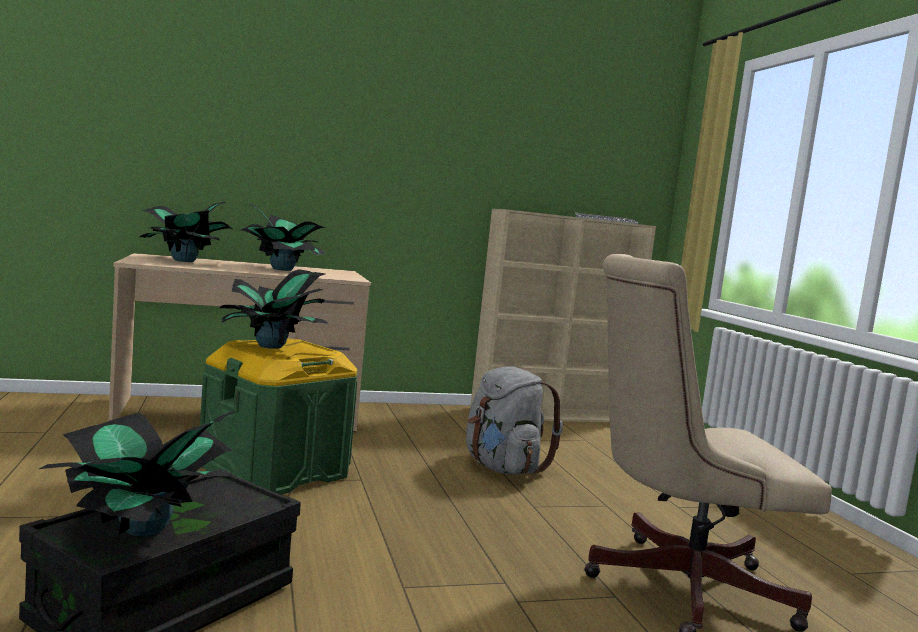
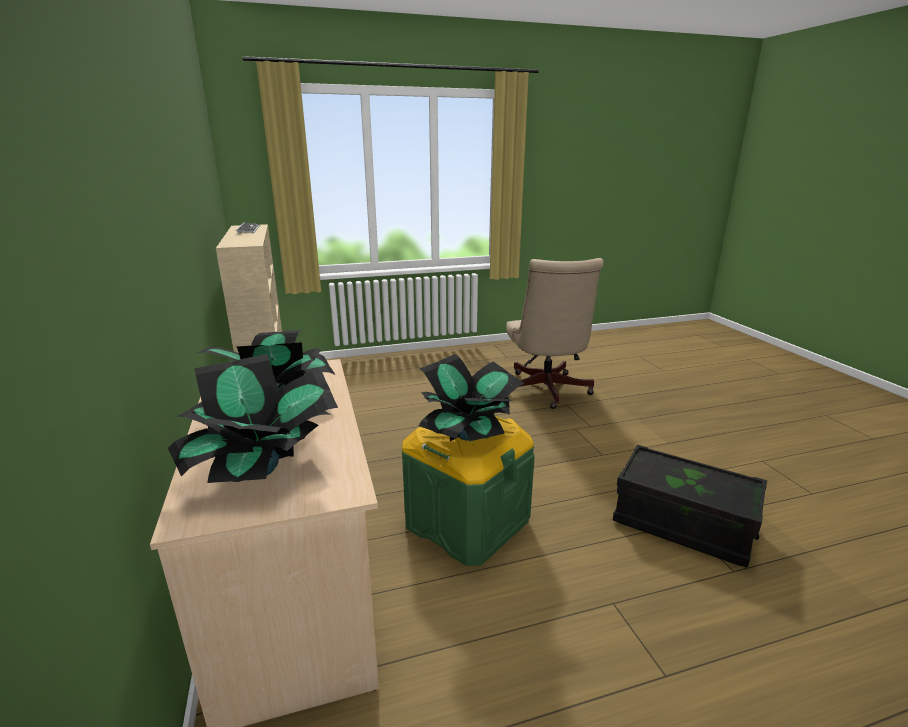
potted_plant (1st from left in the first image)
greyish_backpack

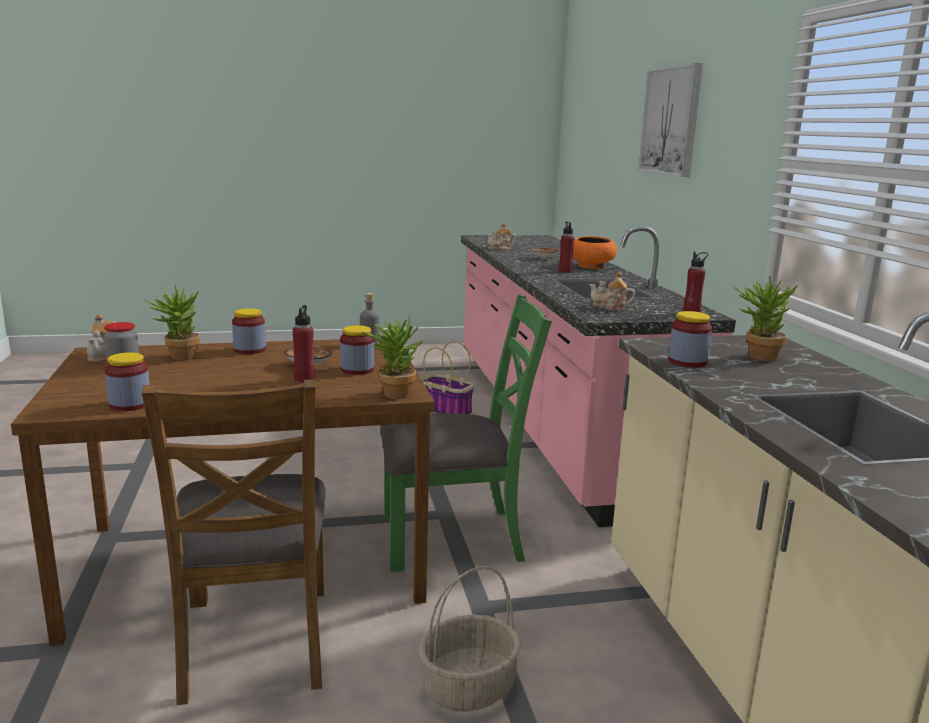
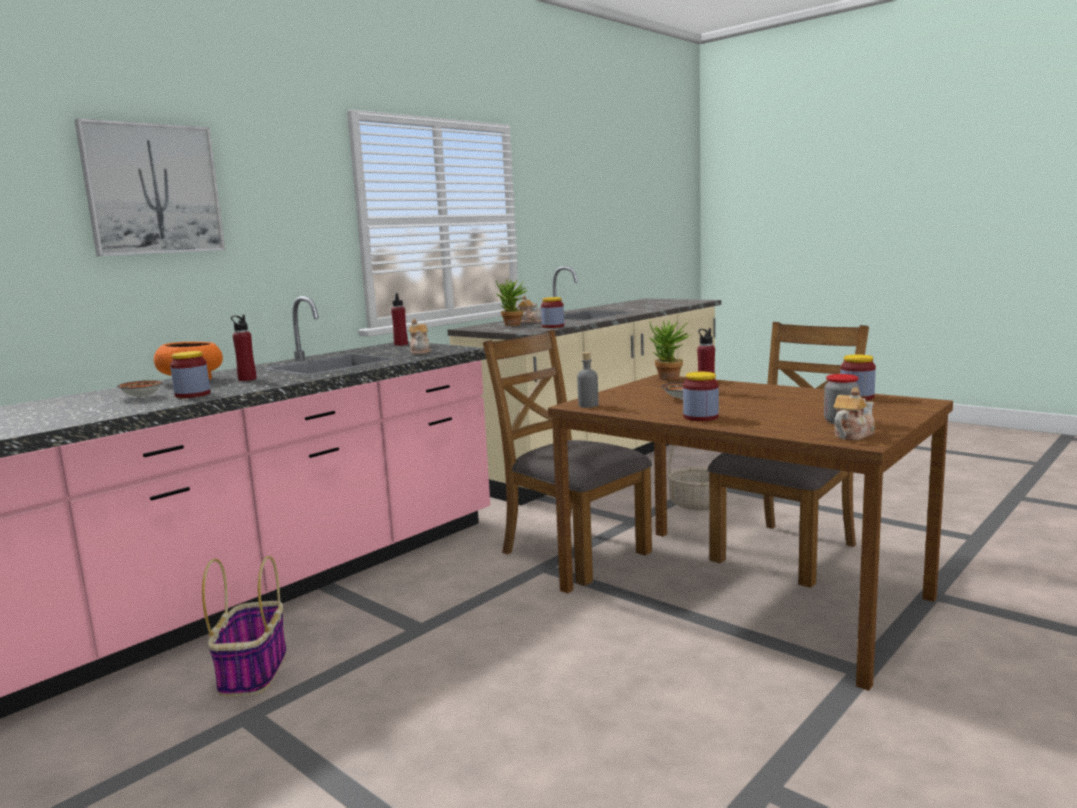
potted_plant (1st from left in the first image)
storage_jar (1st from left)
brownish_upright_chair (1st from left)
tea_pot (2nd from left)

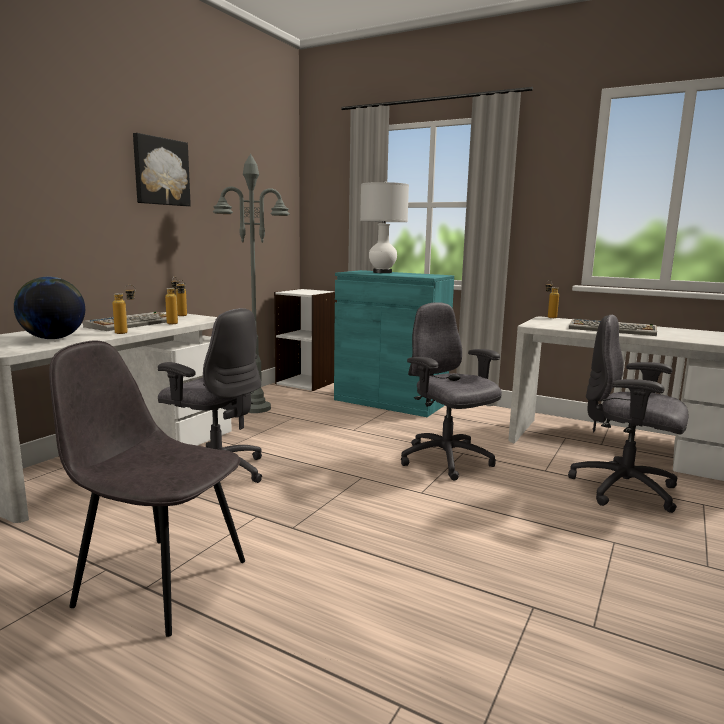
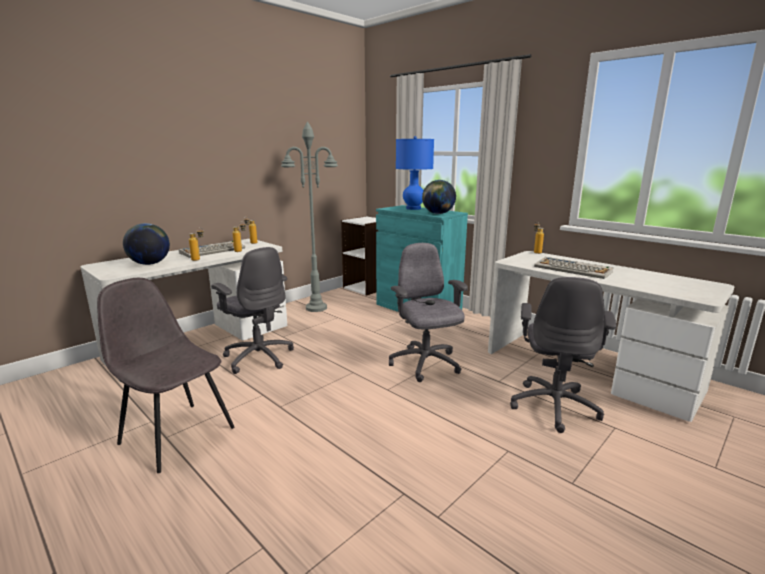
picture
bluish_tabletop_lamp
greyish_desk_chair (3rd from left)
globe (2nd from left)

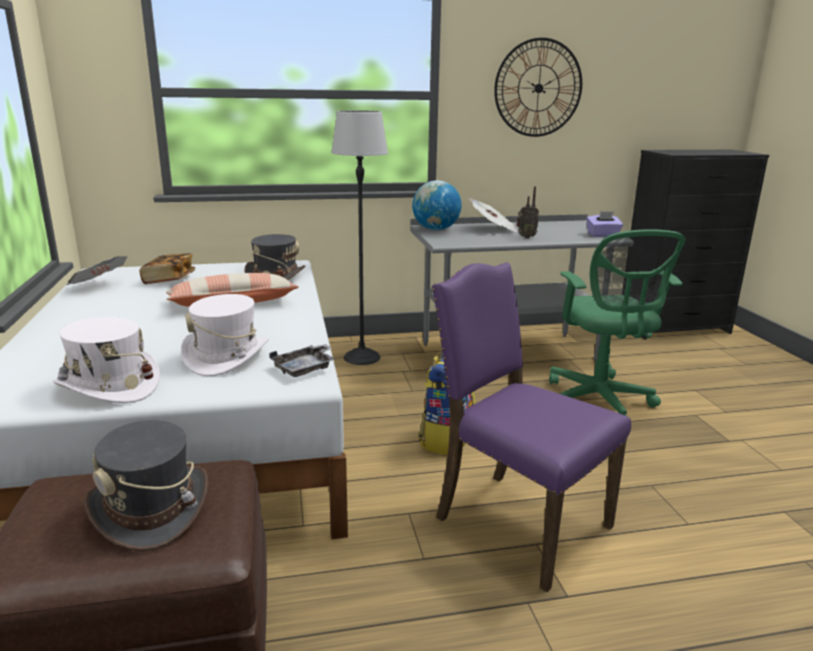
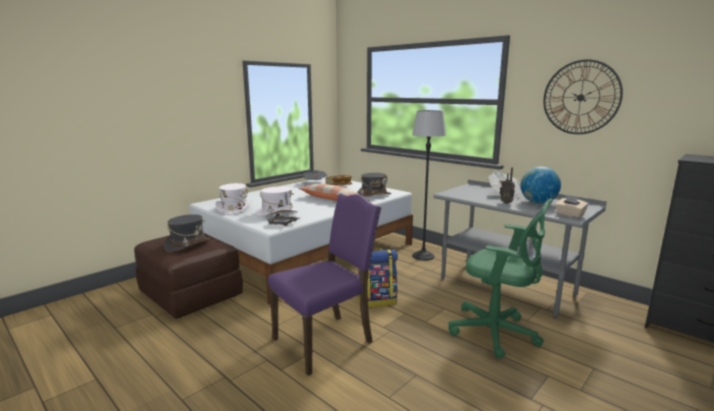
globe
purple-coloured_upright_chair
greenish_desk_chair
sand-coloured_tissue_holder

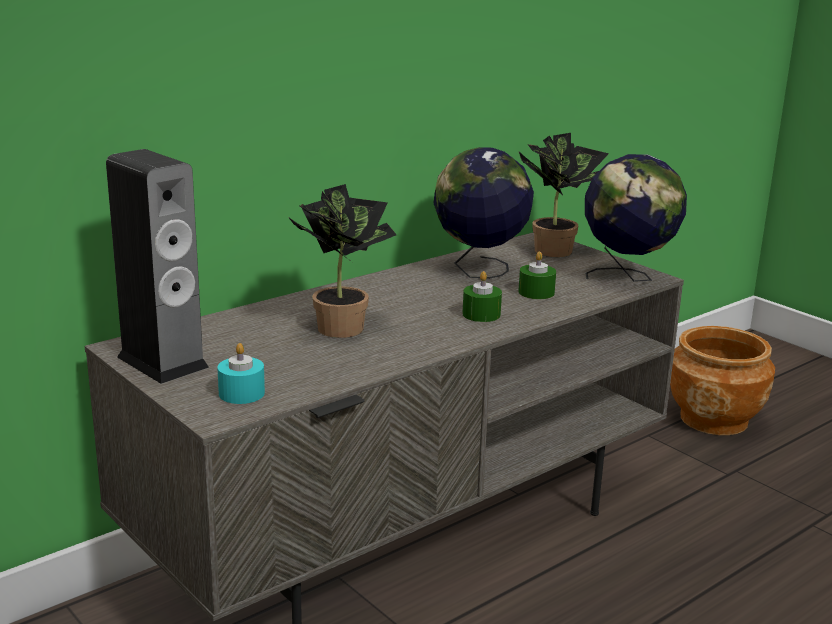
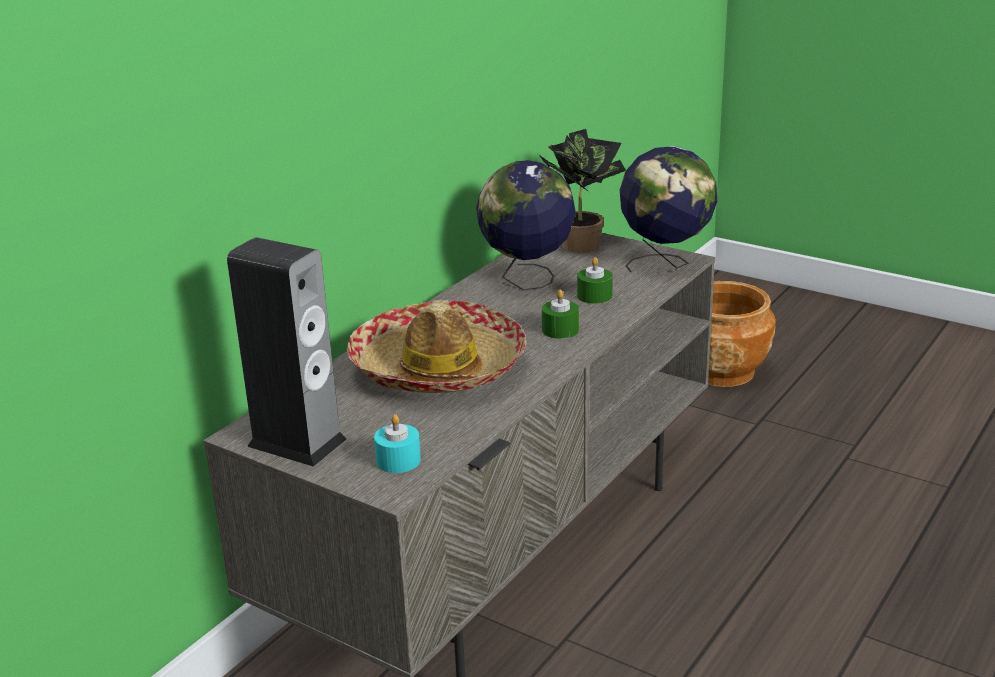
clothing_hat

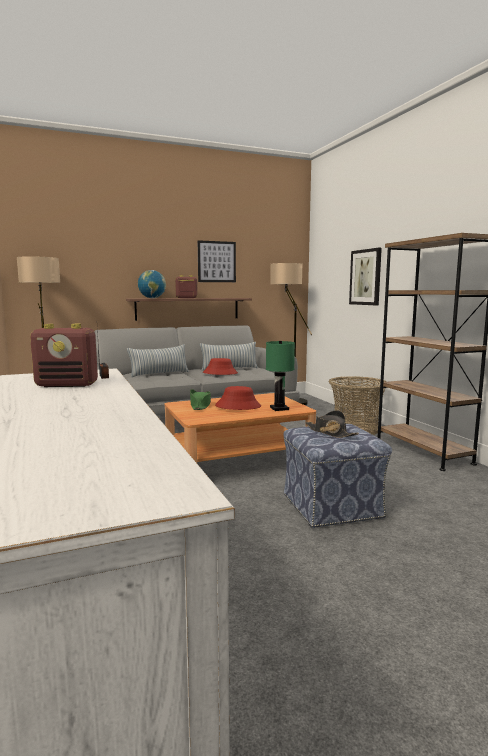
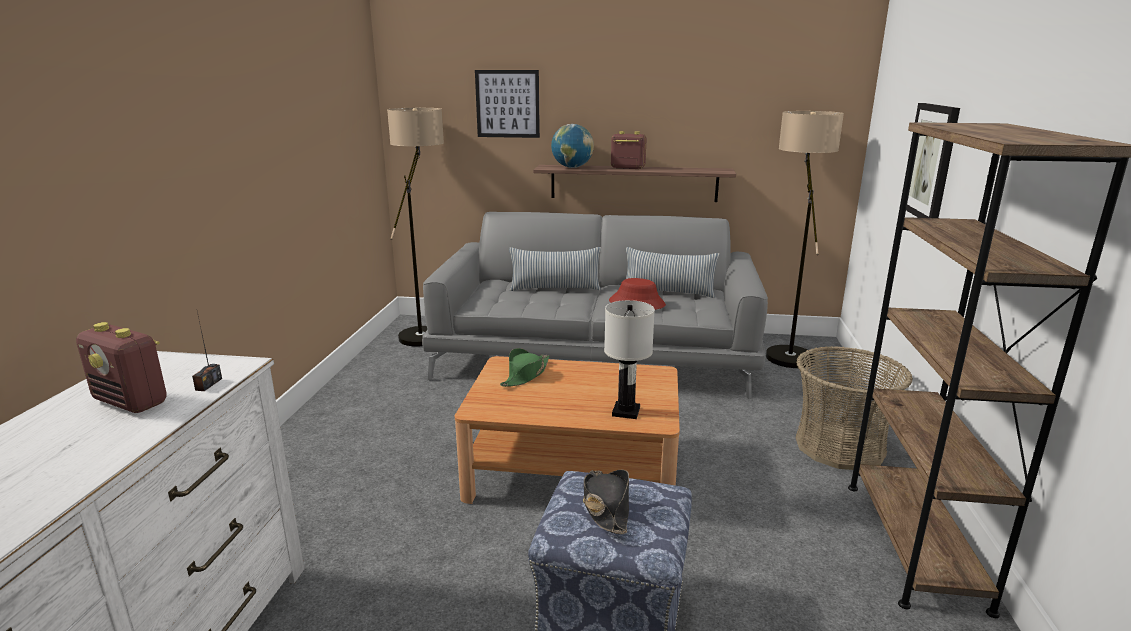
picture (1st from left)
reddish_clothing_hat (2nd from left in the first image)
white-coloured_tabletop_lamp

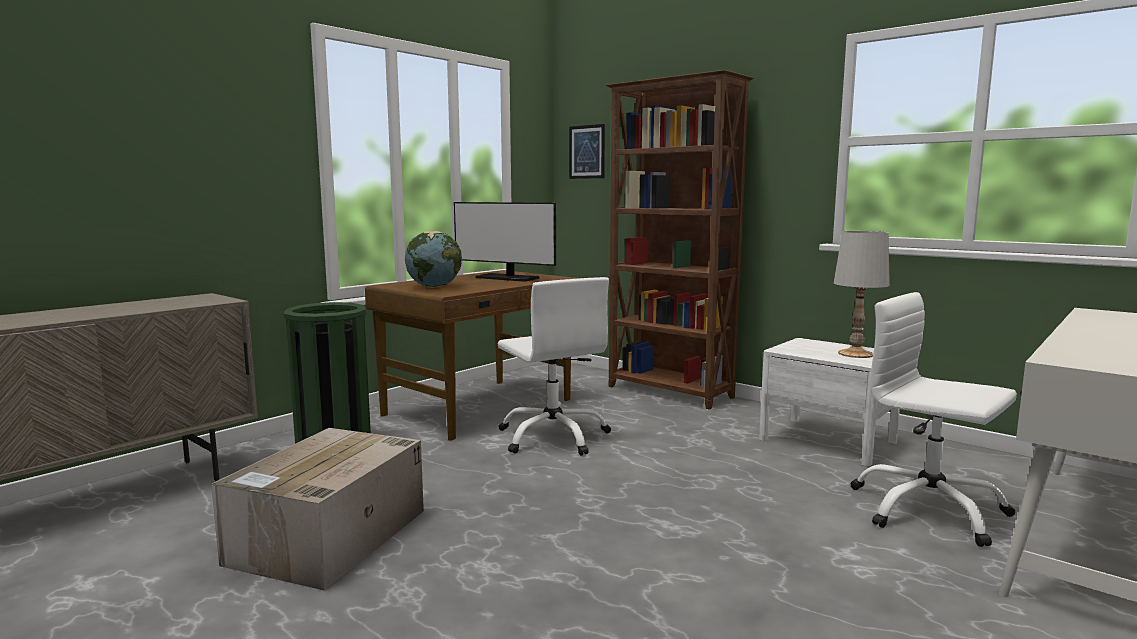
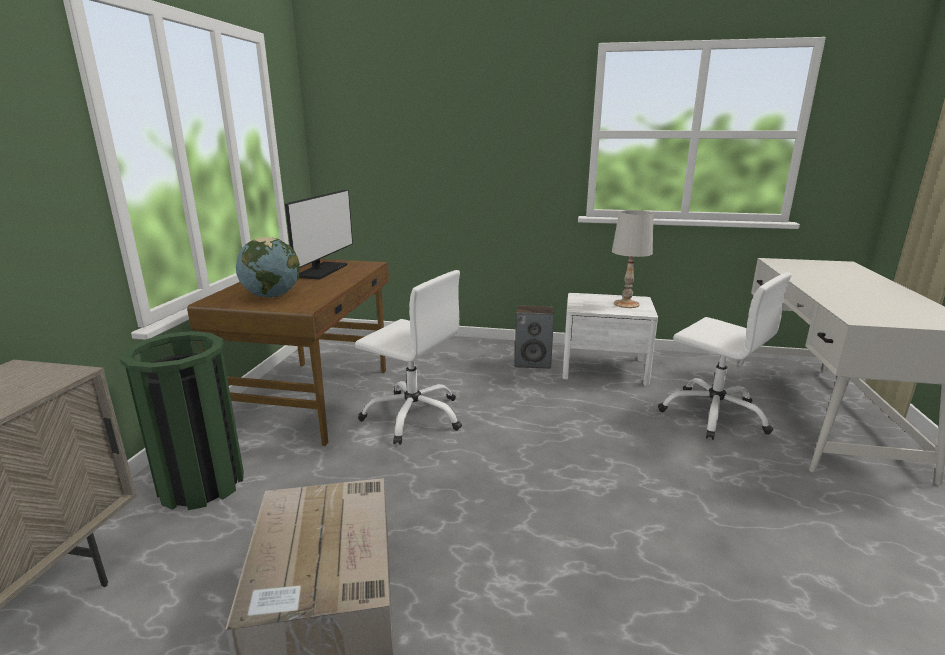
computer_display
picture
brownish_shelving_unit
white-coloured_desk_chair (2nd from left)
speaker

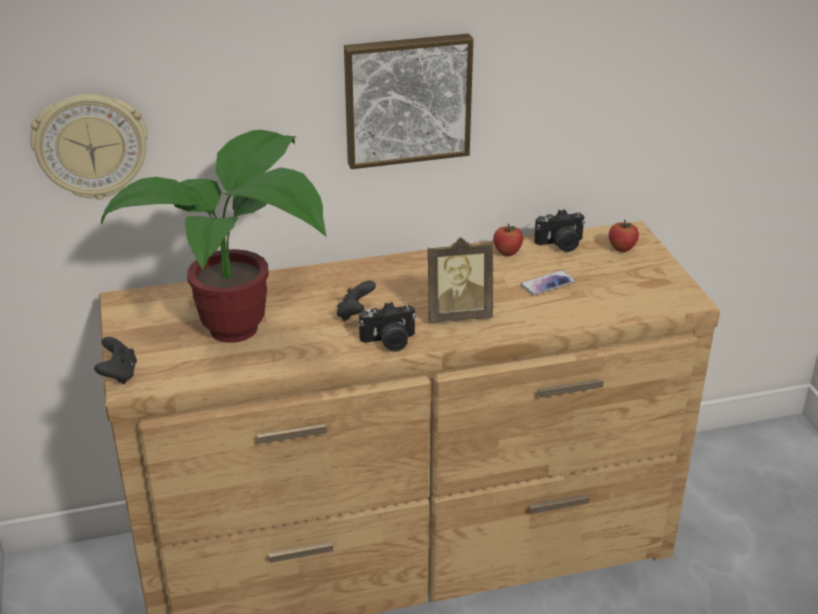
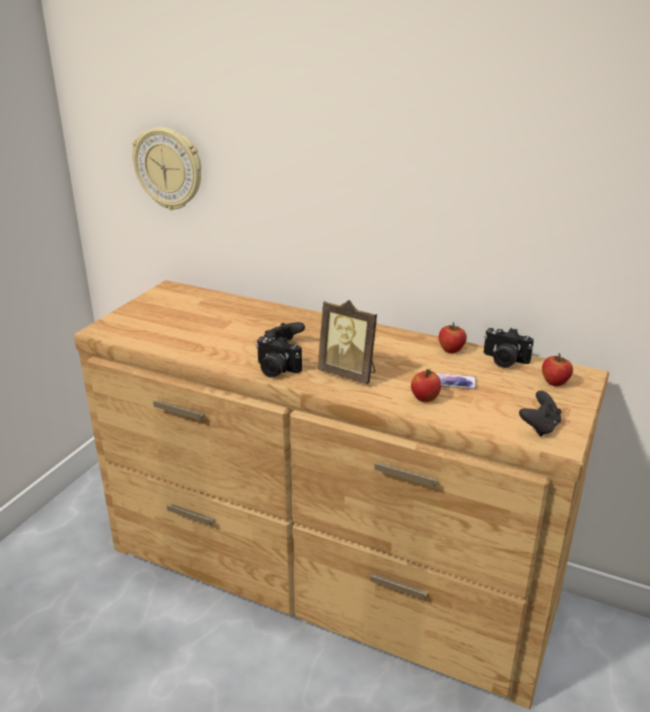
black-coloured_joypad (2nd from left)
potted_plant
picture
apple_fruit (1st from left)

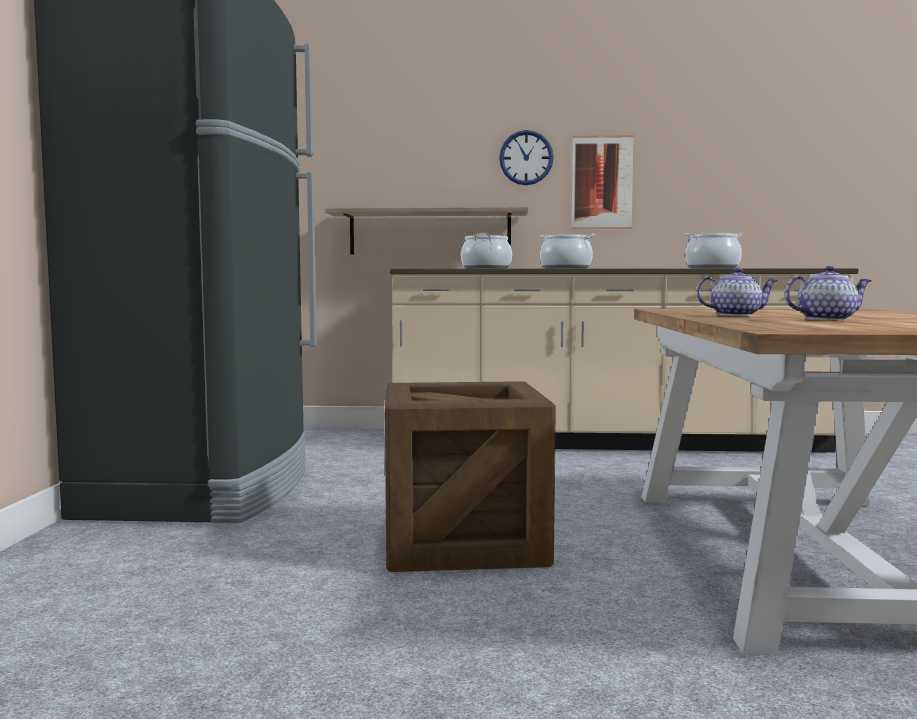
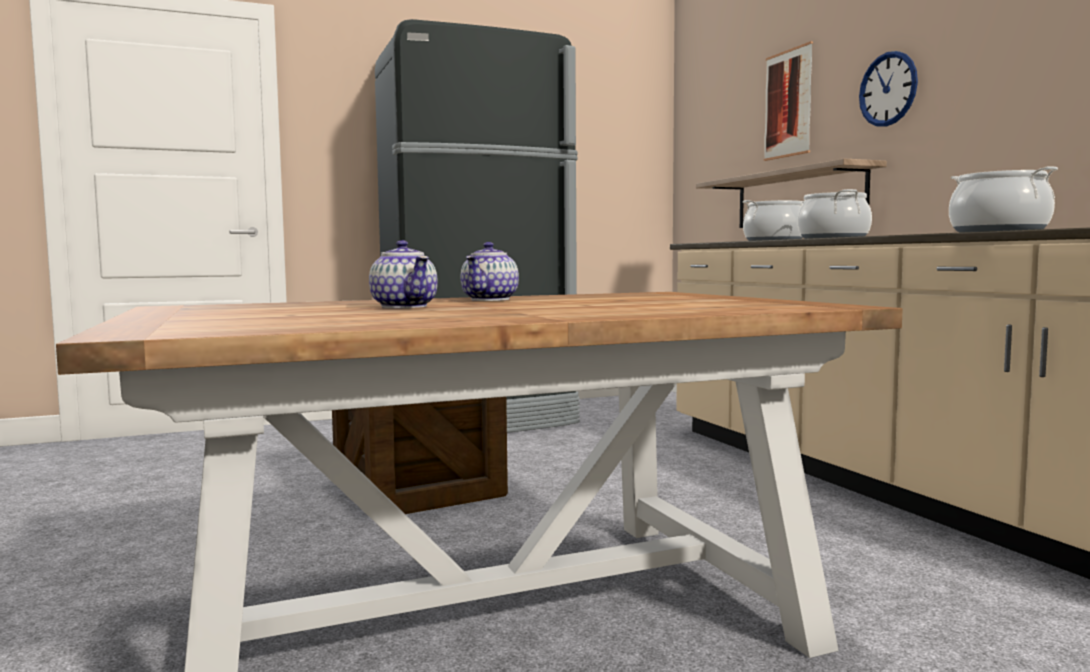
picture
tea_pot (2nd from left)

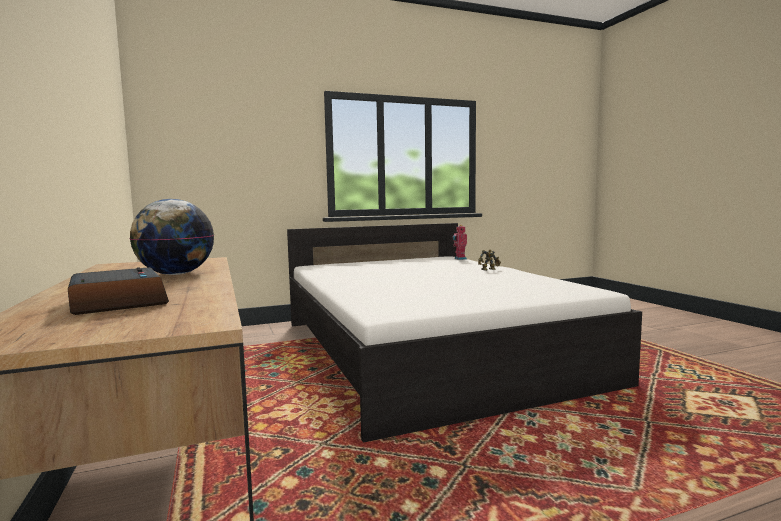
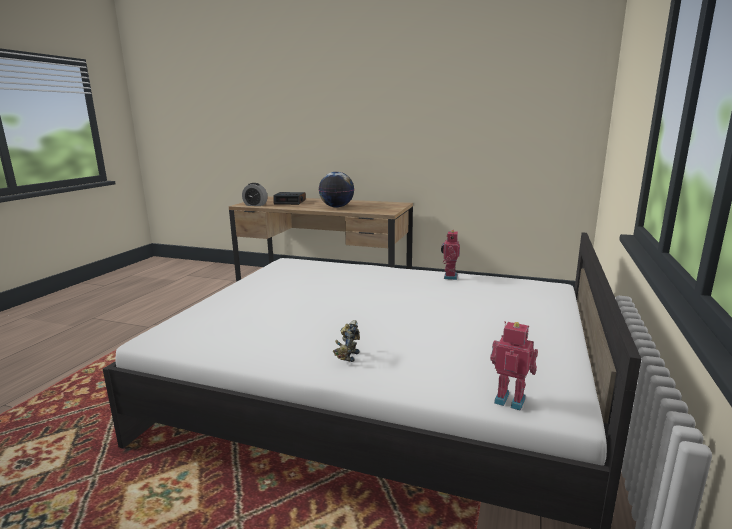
table_clock (1st from left)
model_robot (2nd from left)

